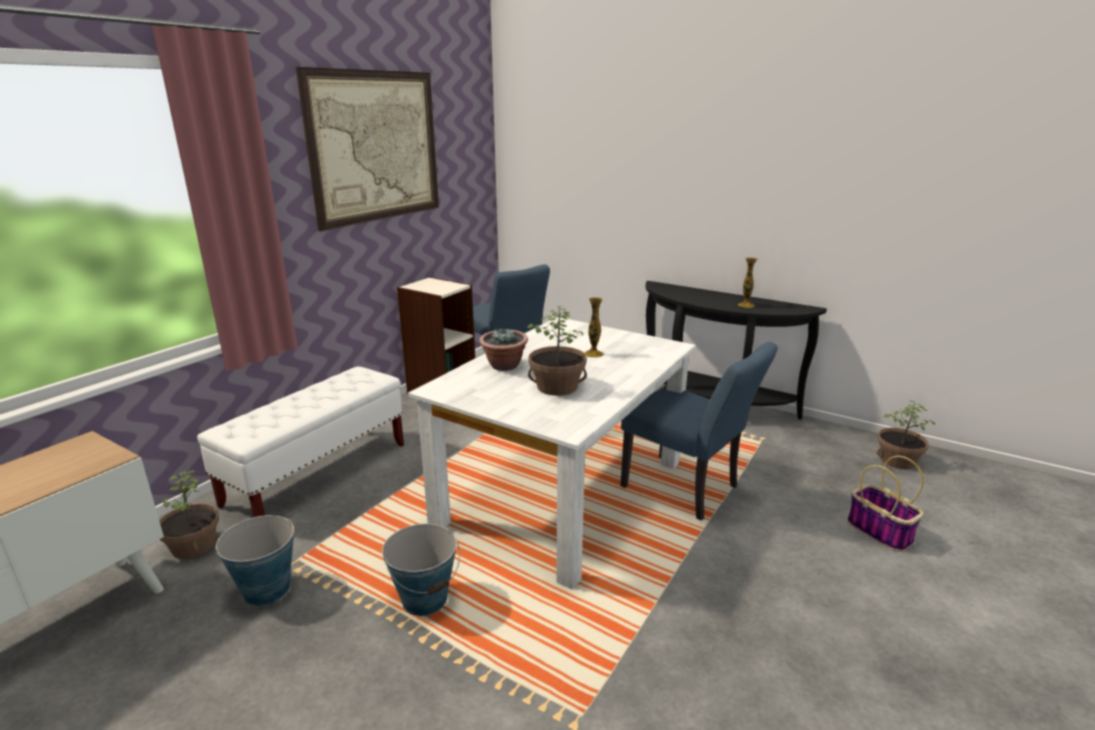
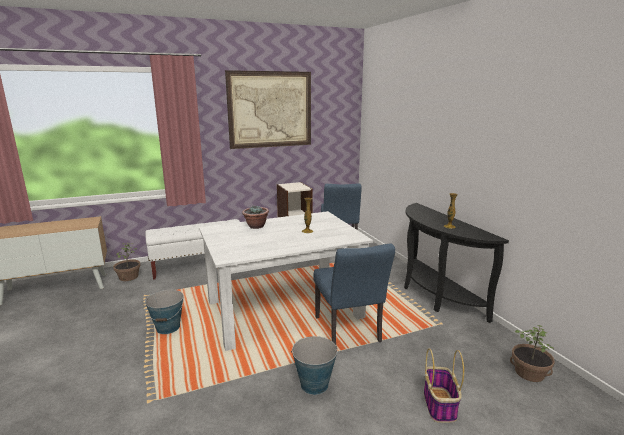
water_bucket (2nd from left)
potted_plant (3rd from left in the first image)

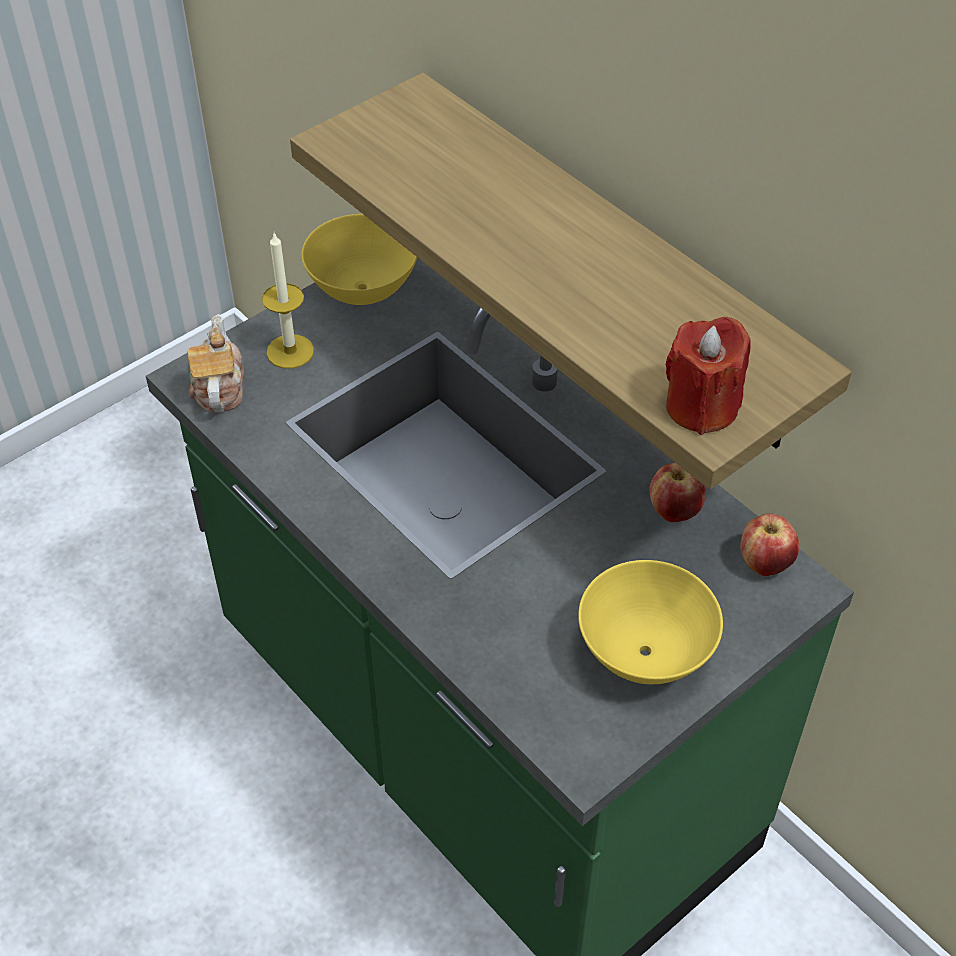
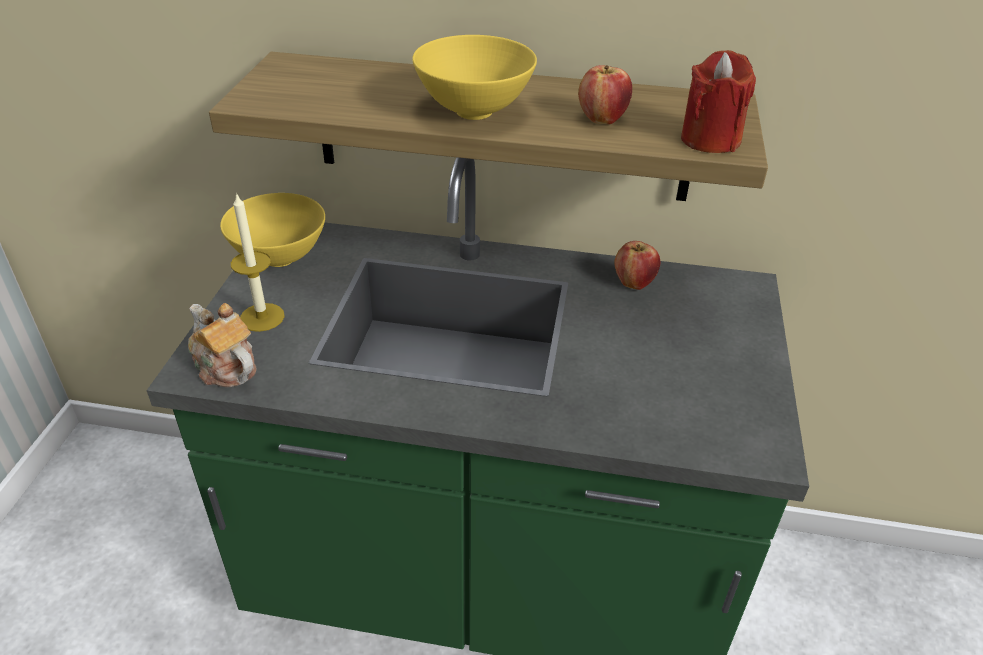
yellow-coloured_serving_bowl (2nd from left)
apple_fruit (1st from left)

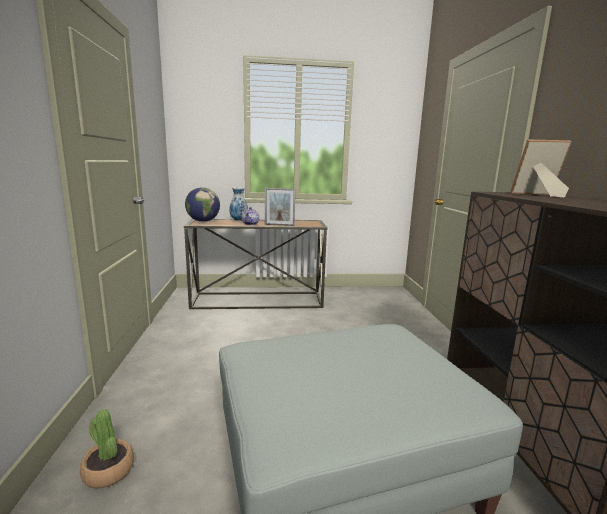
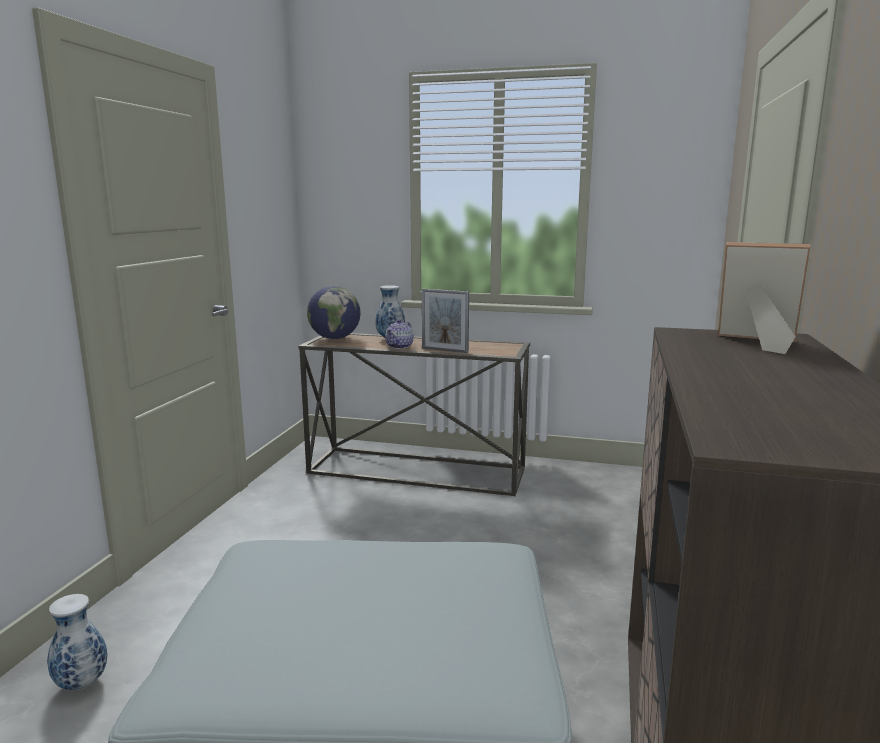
vase (1st from left)

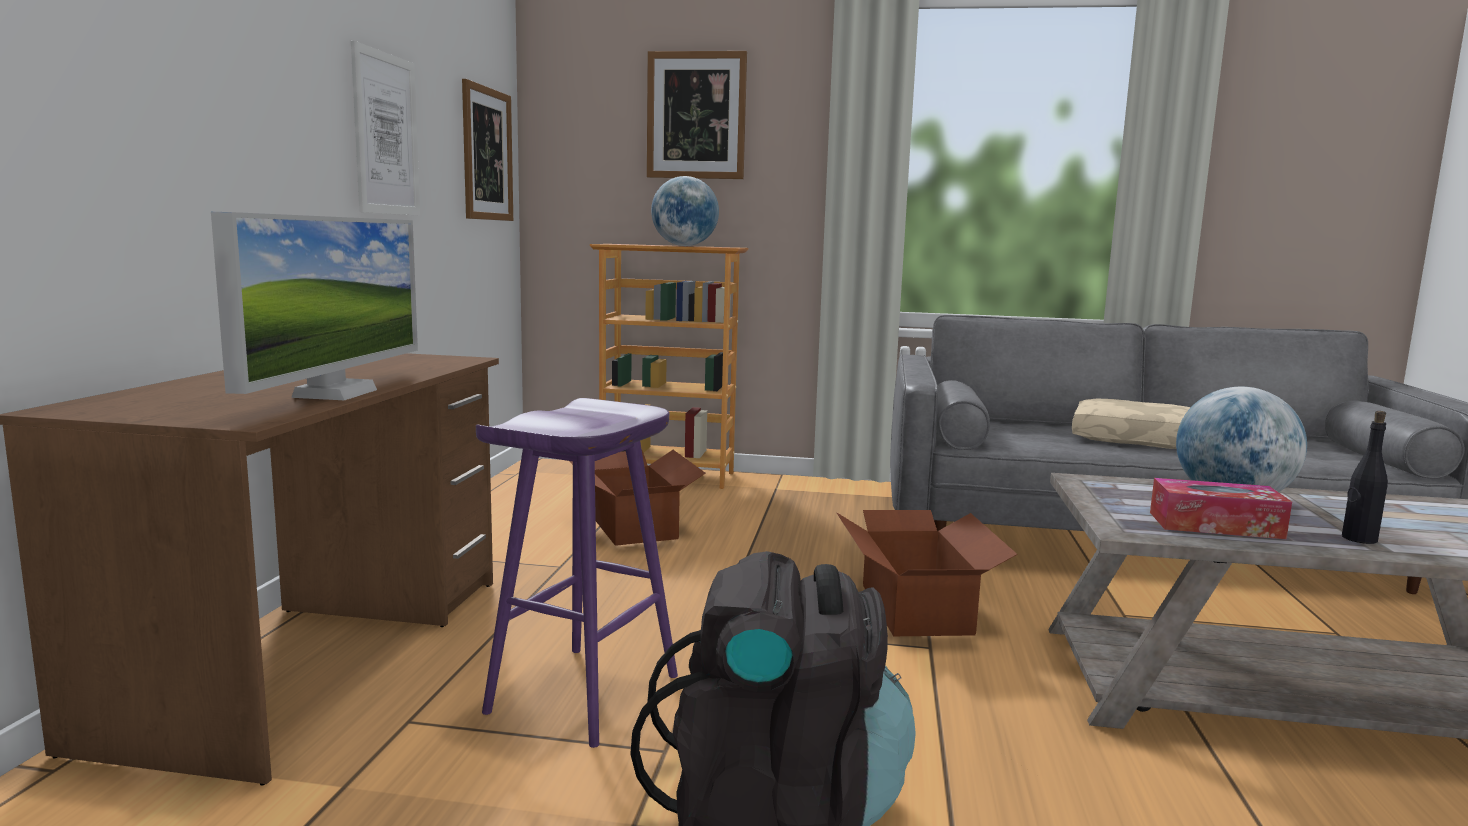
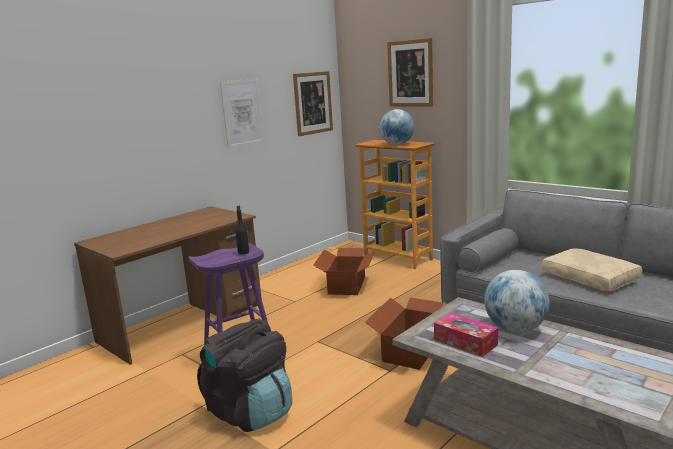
computer_display
black-coloured_bottle

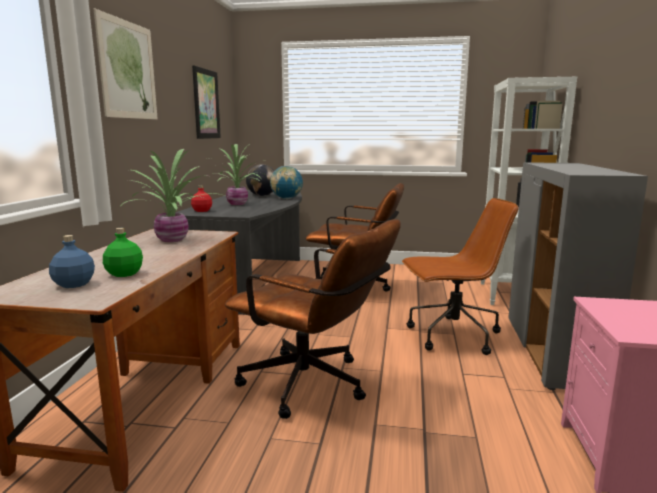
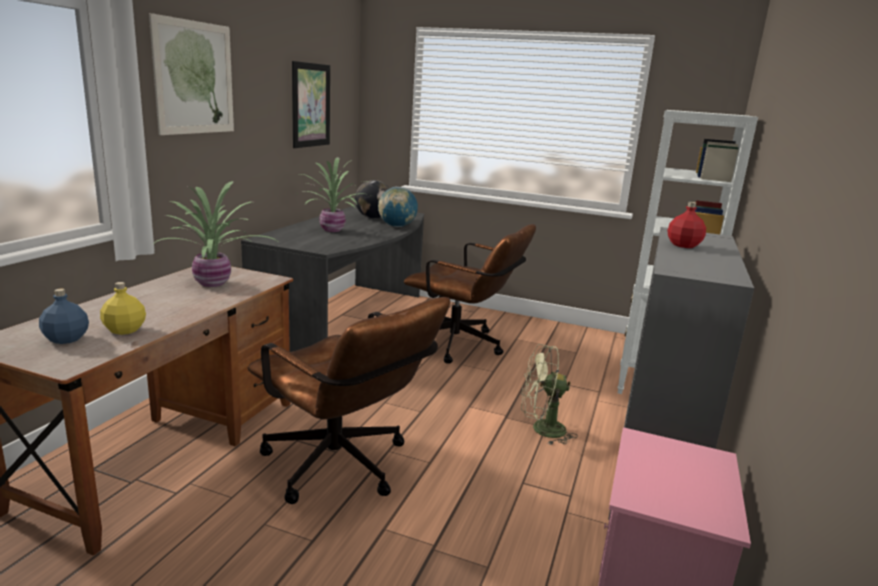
yellow-coloured_bottle
reddish_bottle
greenish_cooling_fan

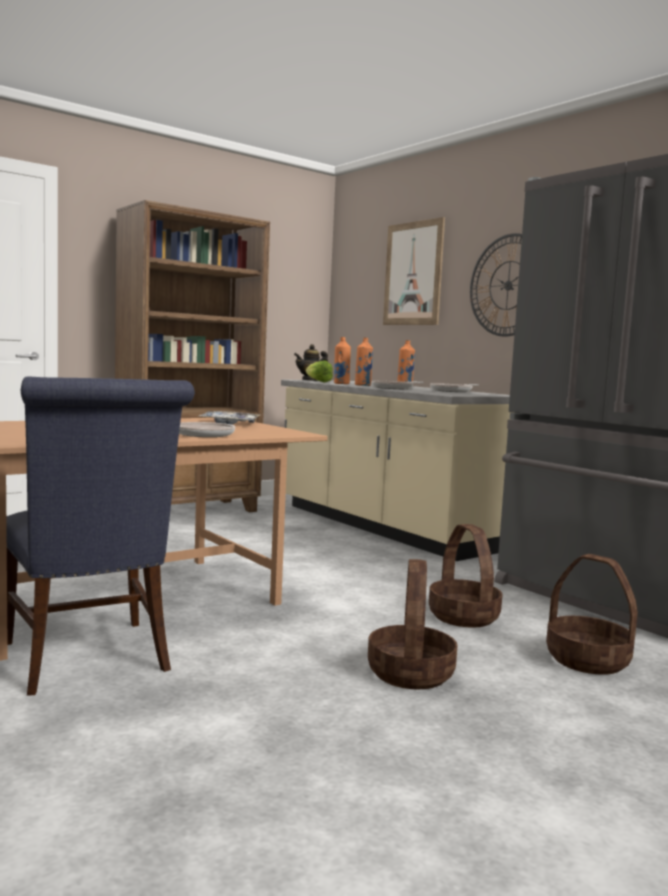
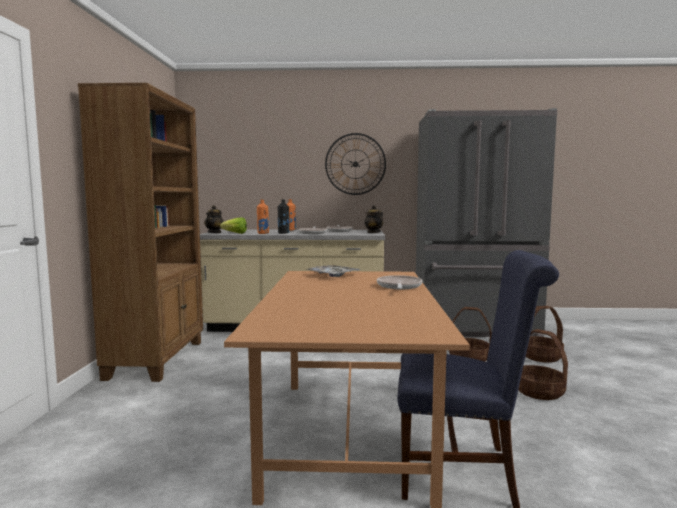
black-coloured_bottle
picture
tea_pot (2nd from left)

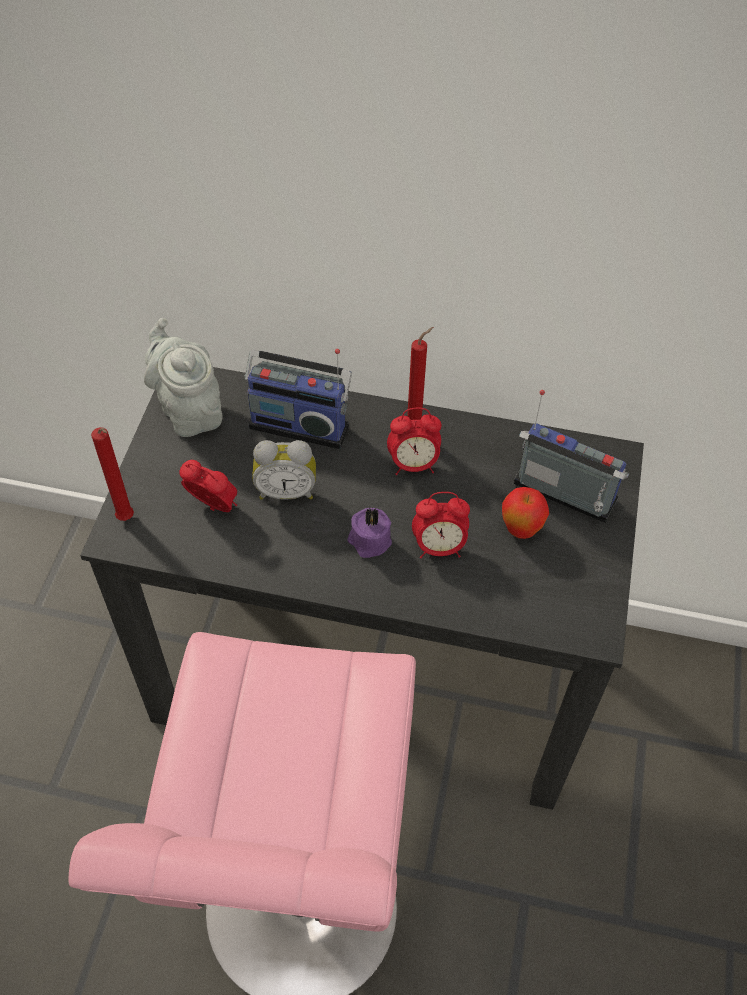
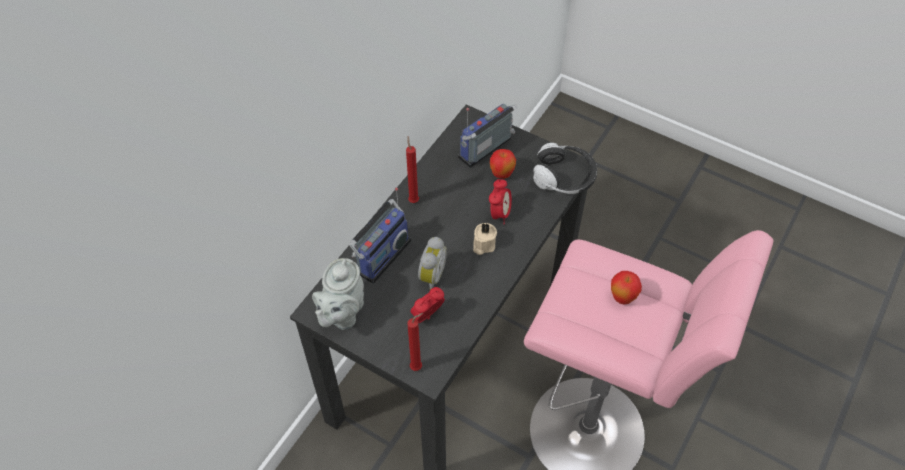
greyish_tea_pot
sand-coloured_candle
table_clock (3rd from left in the first image)
pair_of_headphones
apple_fruit (2nd from left)

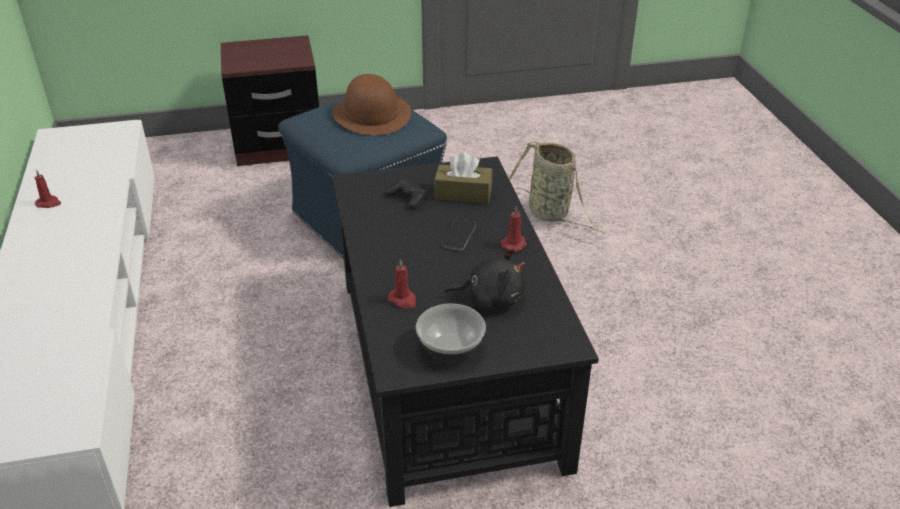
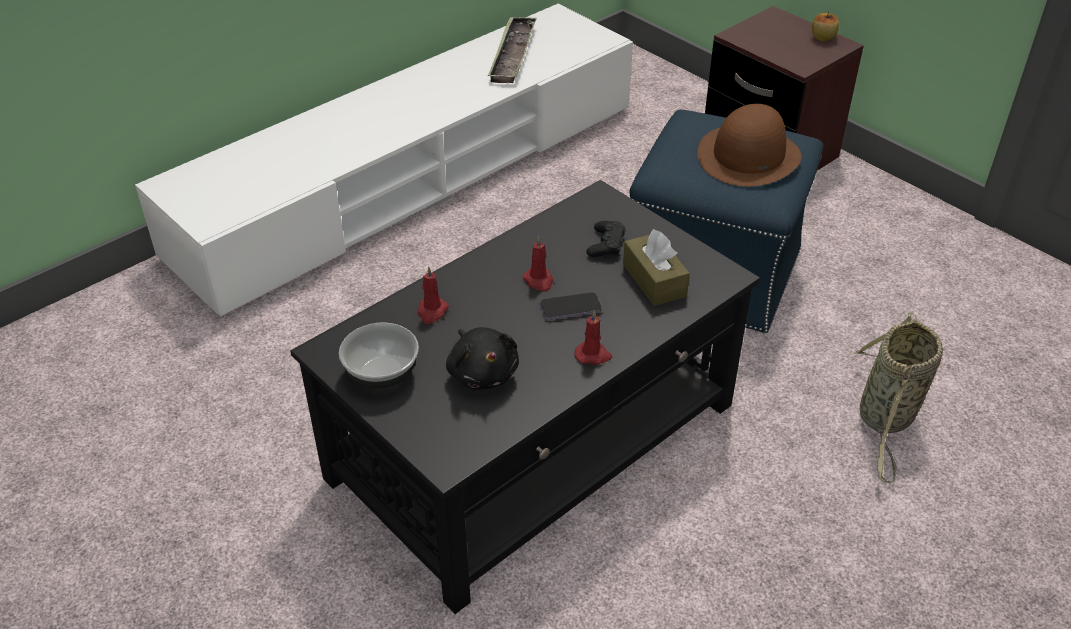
reddish_candle (2nd from left)
serving_tray
apple_fruit

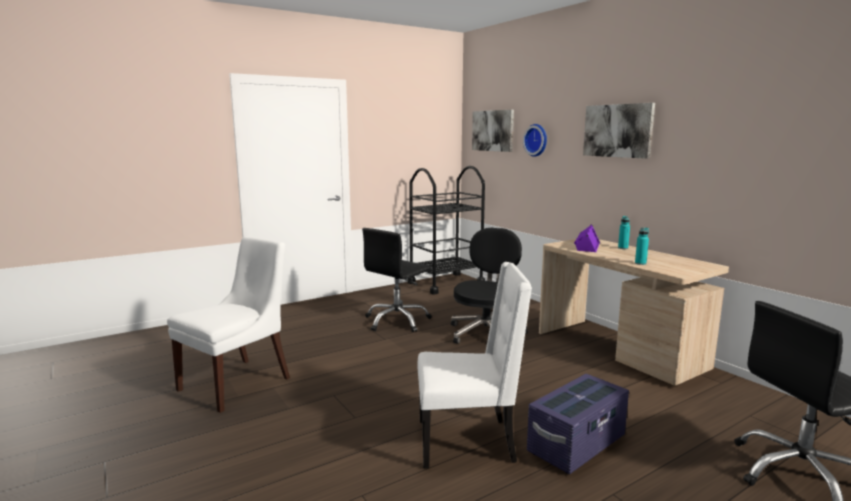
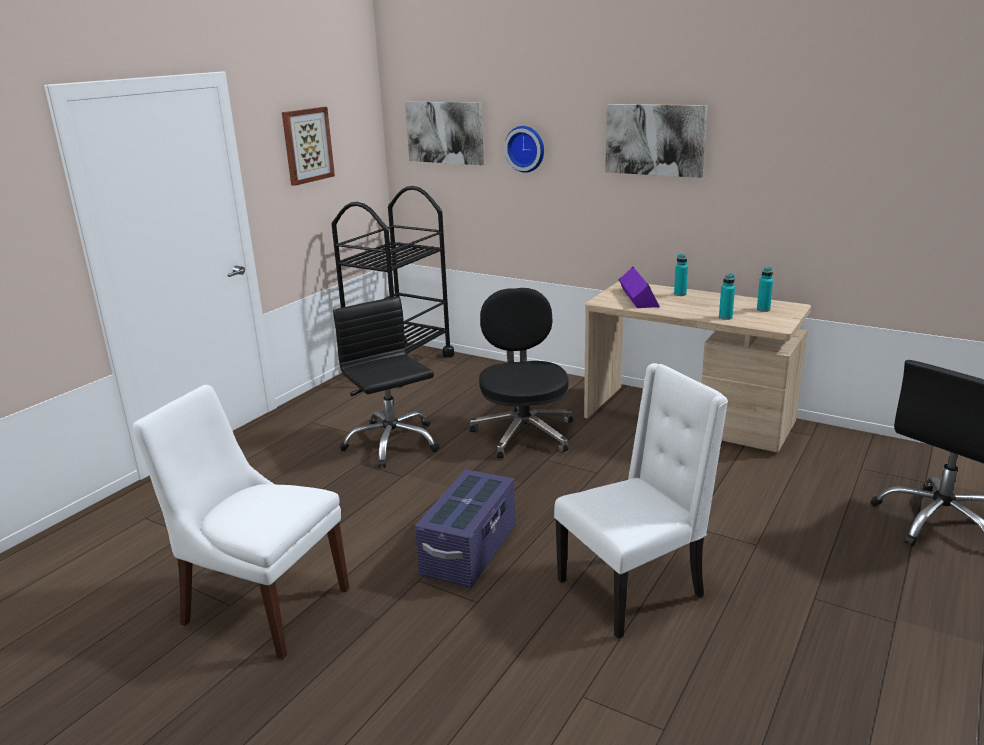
white-coloured_upright_chair (1st from left)
black-coloured_desk_chair (1st from left)
purple-coloured_storage_bin
picture (1st from left)
blue-green_bottle (3rd from left)

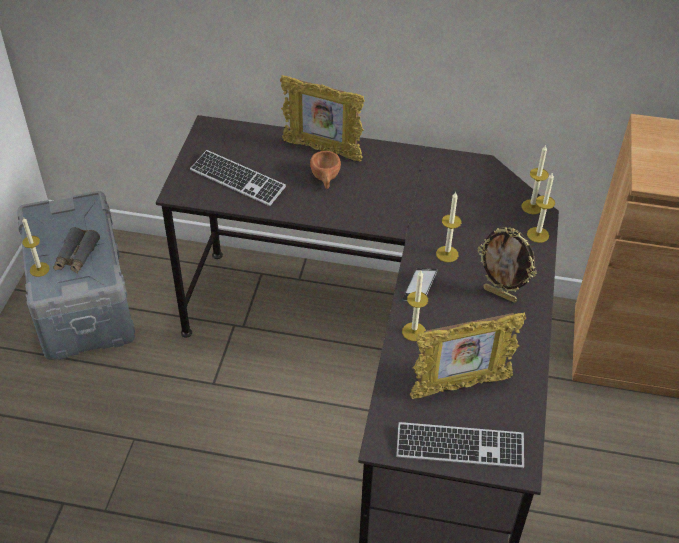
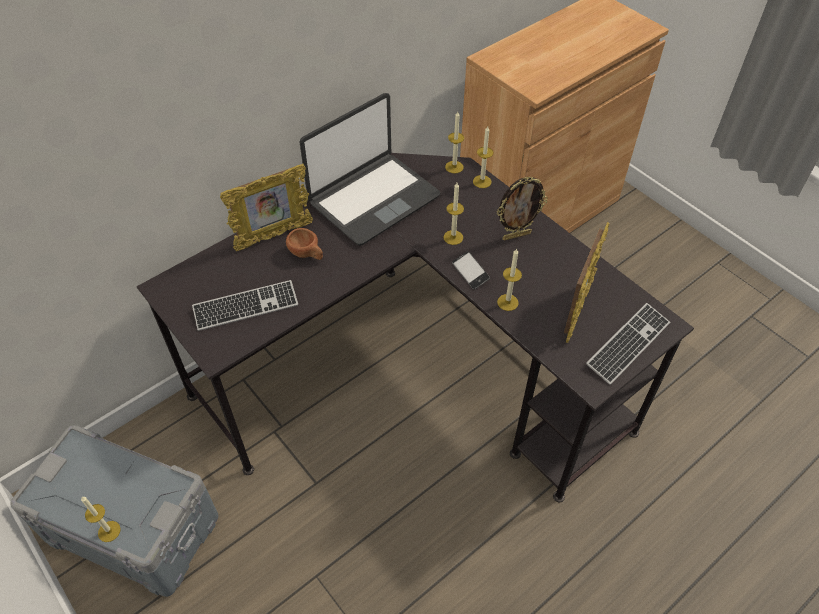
greyish_binoculars
portable_computer

